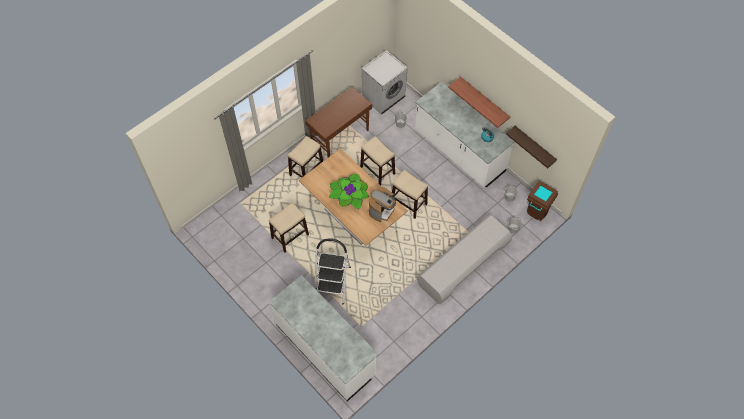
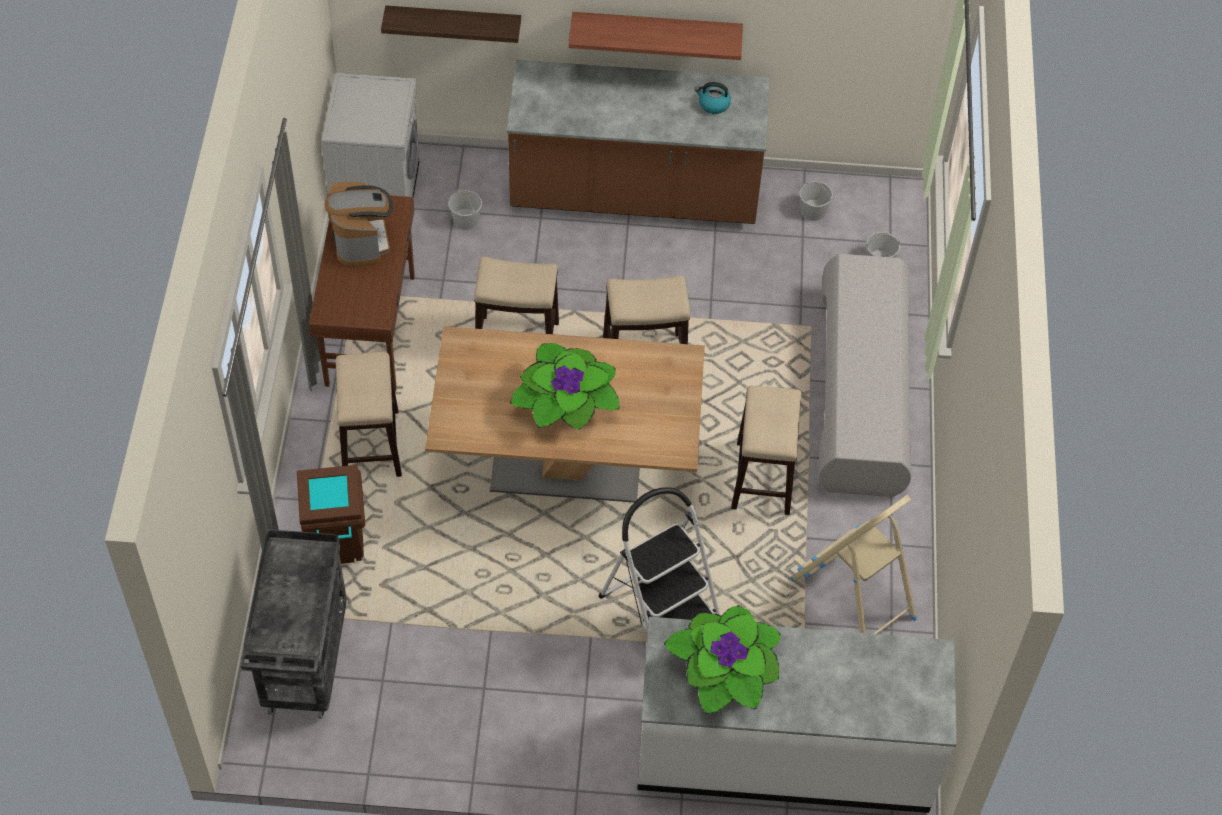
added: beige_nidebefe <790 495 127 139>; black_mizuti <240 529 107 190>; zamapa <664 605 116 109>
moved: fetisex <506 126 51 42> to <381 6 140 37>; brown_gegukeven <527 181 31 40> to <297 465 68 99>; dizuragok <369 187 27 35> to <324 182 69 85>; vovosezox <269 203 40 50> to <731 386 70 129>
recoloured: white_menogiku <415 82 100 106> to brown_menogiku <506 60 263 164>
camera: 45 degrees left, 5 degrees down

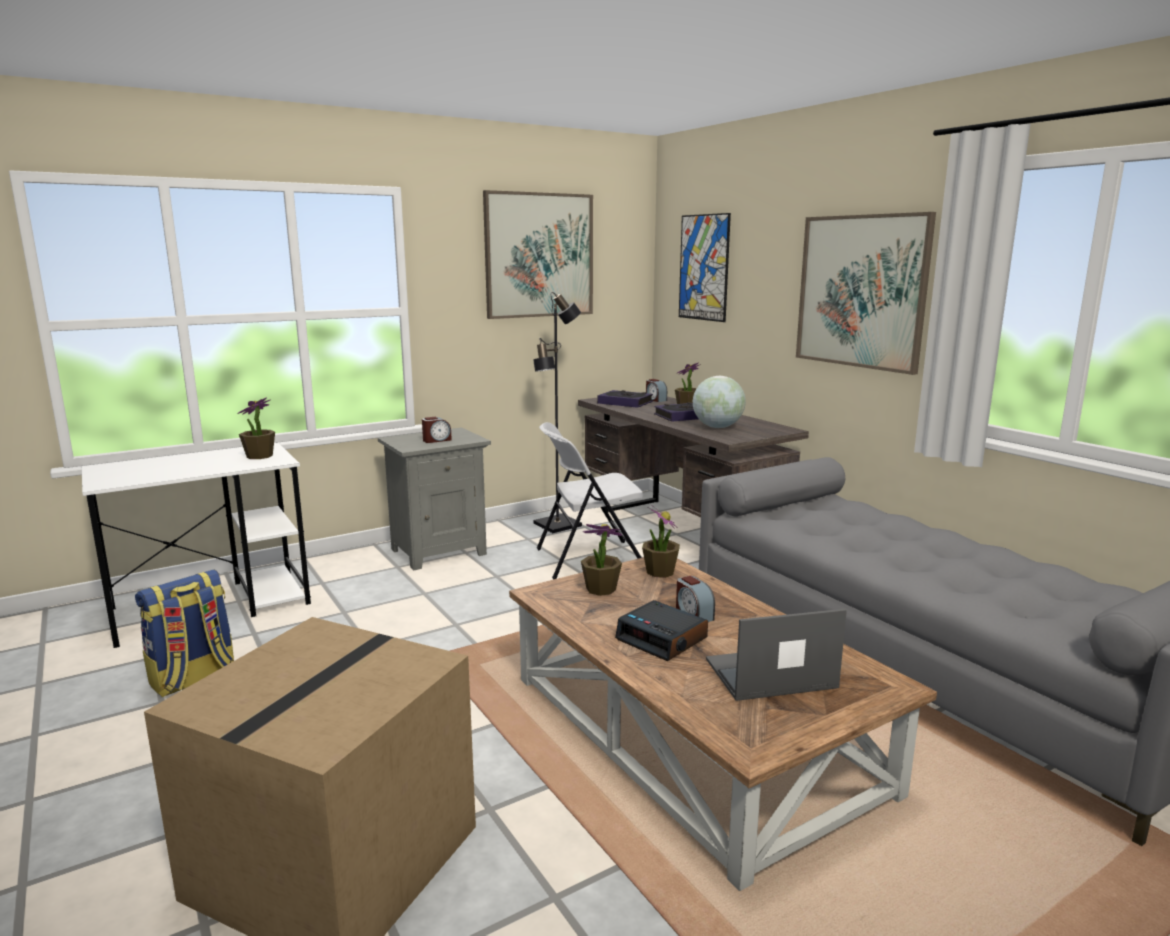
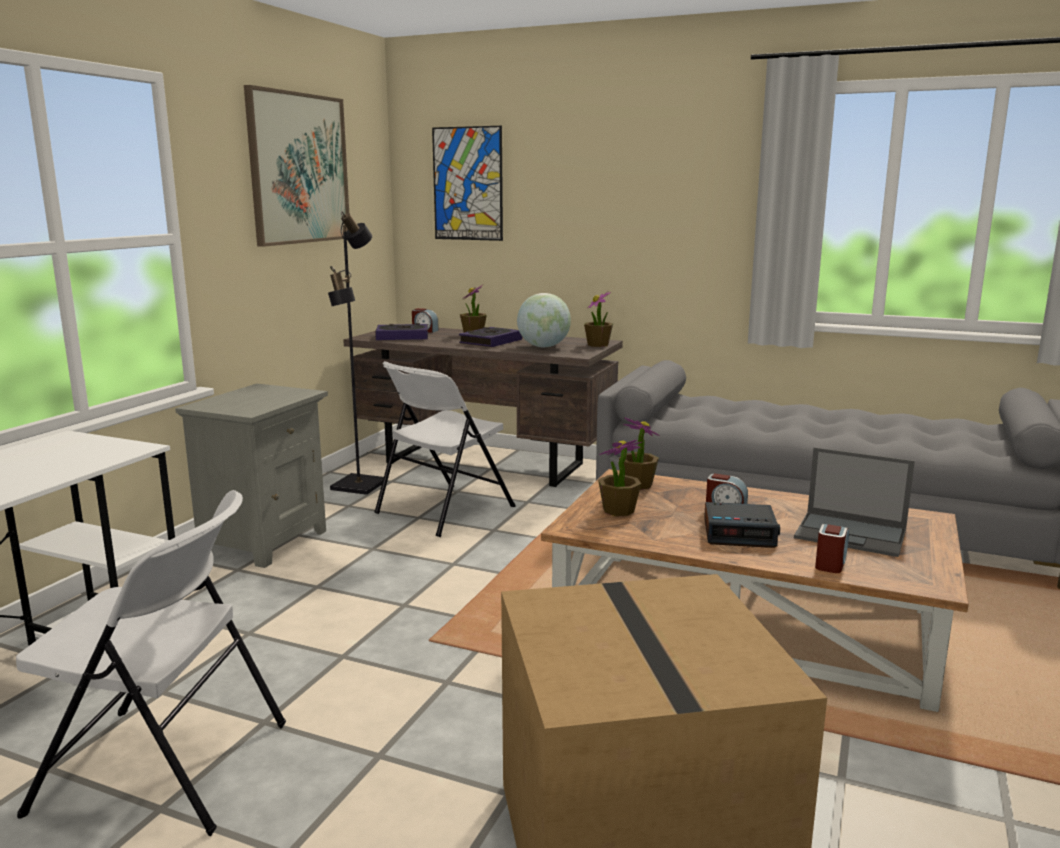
removed: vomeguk <796 212 140 163>
moved: zamapa <237 398 38 61> to <584 291 29 56>; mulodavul <422 417 30 26> to <815 524 34 49>
replaced: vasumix <135 569 99 129> to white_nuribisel <16 490 270 346>
turned: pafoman <706 609 141 92> = <794 447 121 110> 105 degrees counterclockwise
camera: 35 degrees left, 0 degrees up

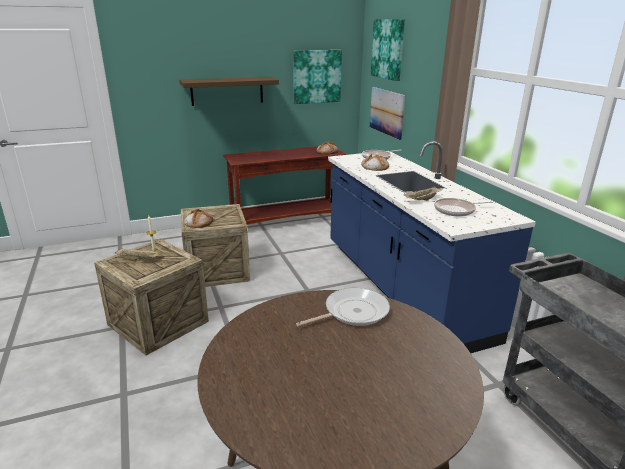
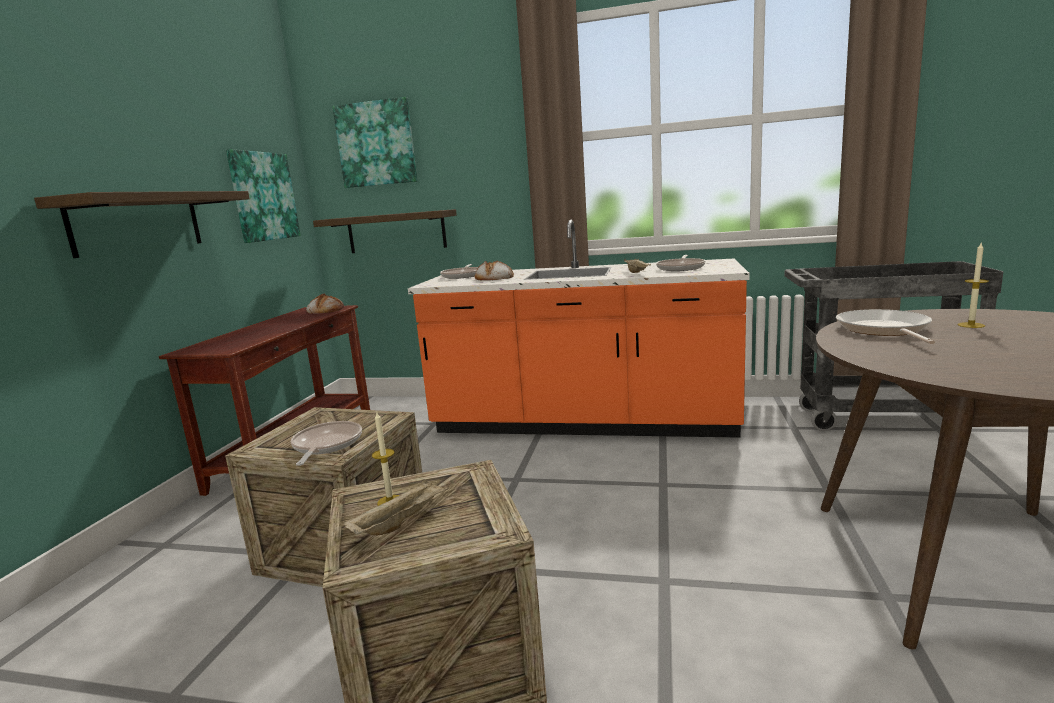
added: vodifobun <958 243 31 85>
replaced: vomeguk <370 87 35 53> to fetisex <313 209 144 44>; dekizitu <184 209 29 19> to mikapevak <291 421 71 45>
recoloured: blue_menogiku <328 141 208 212> to orange_menogiku <408 220 342 218>
camera: 55 degrees left, 10 degrees down

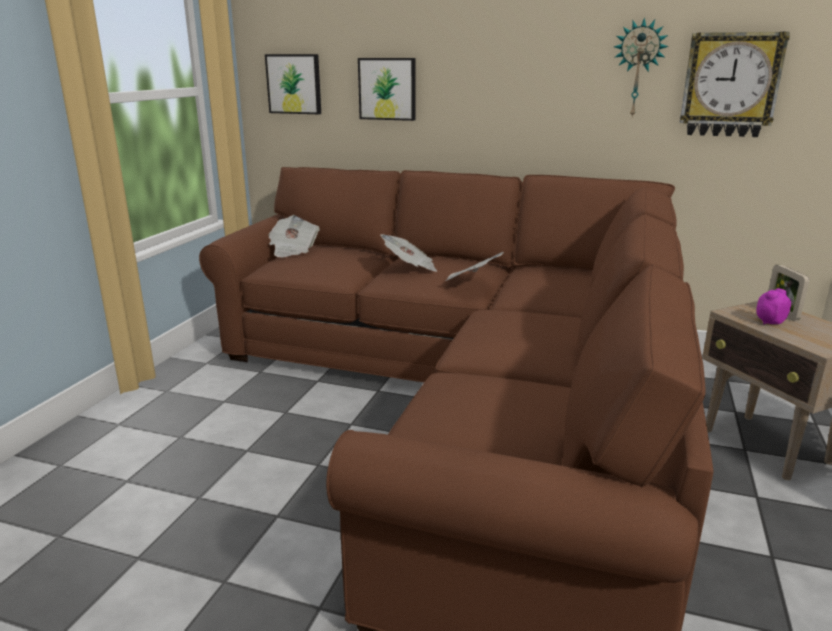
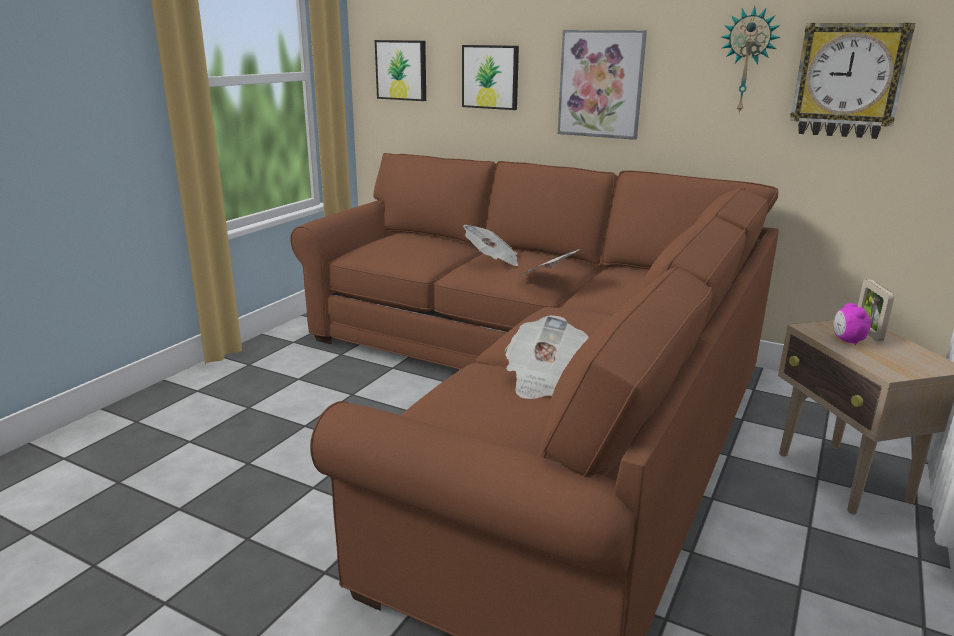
added: vomeguk <558 30 89 110>
moved: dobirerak <269 215 51 42> to <504 315 85 84>
turned: mulodavul <756 288 35 36> = <833 303 38 43> 75 degrees counterclockwise
camera: 10 degrees right, 0 degrees up

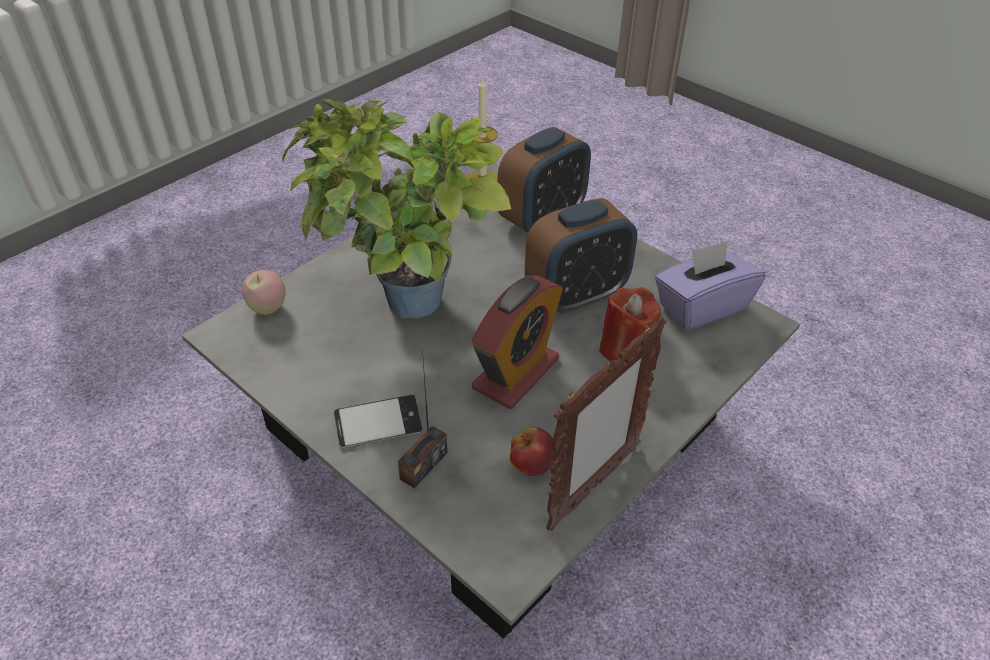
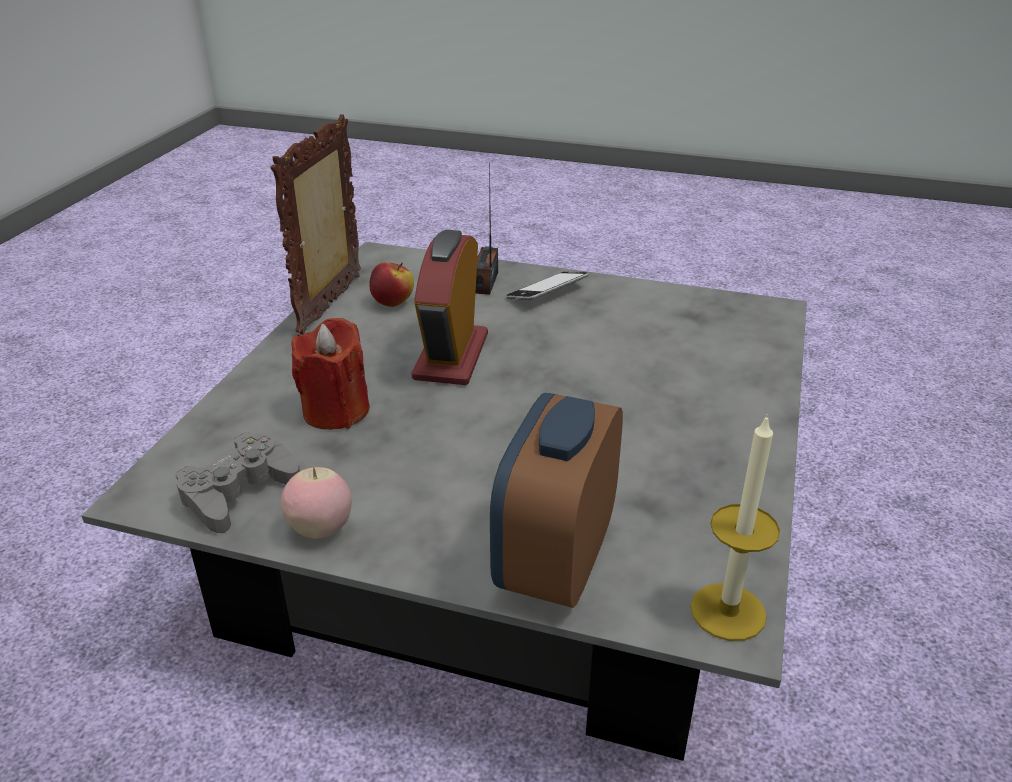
removed: zamapa <282 99 229 219>; mulodavul <525 198 112 116>
moved: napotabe <242 270 44 45> to <281 467 71 72>
replaced: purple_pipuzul <655 241 110 89> to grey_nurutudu <176 432 124 101>
camera: 155 degrees right, 10 degrees down

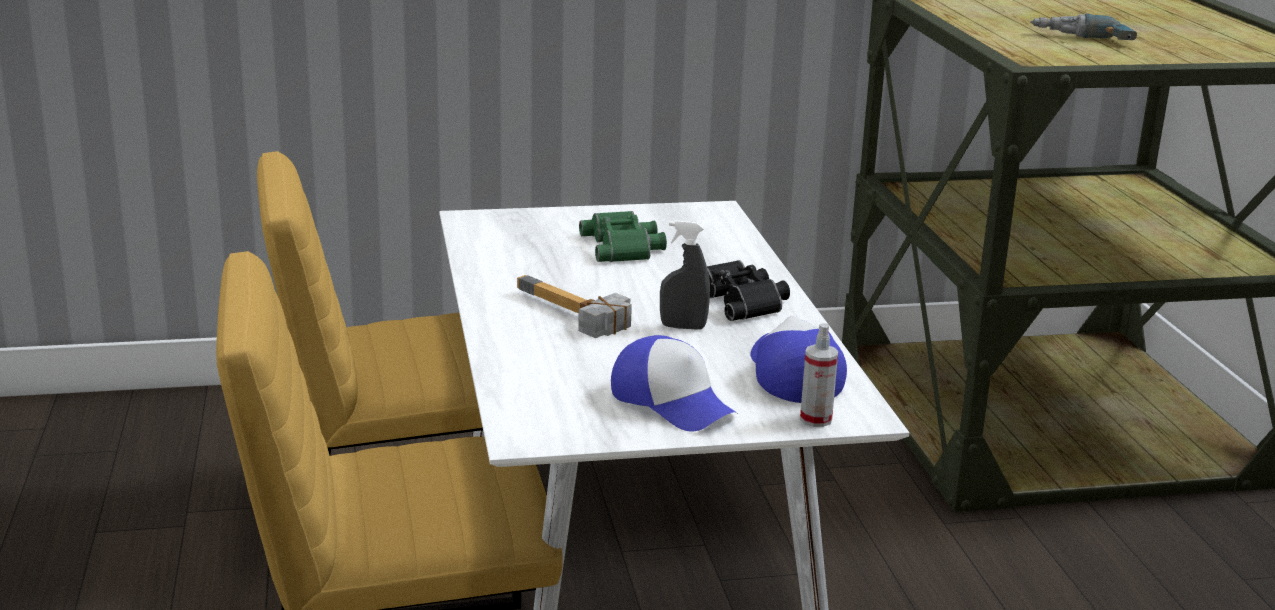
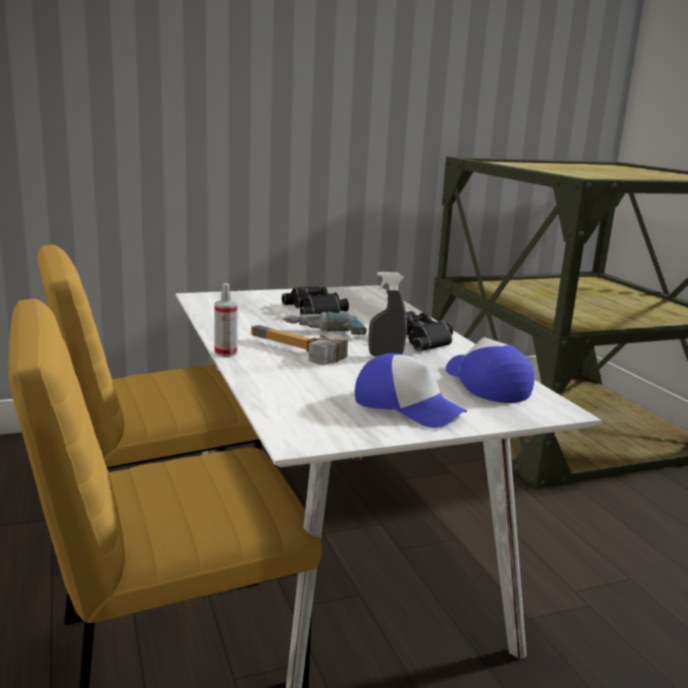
moved: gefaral <1030 14 107 26> to <283 312 84 23>; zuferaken <800 323 38 104> to <214 283 24 74>
recoloured: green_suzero <579 211 88 51> to black_suzero <282 286 67 32>
camera: 10 degrees left, 5 degrees down

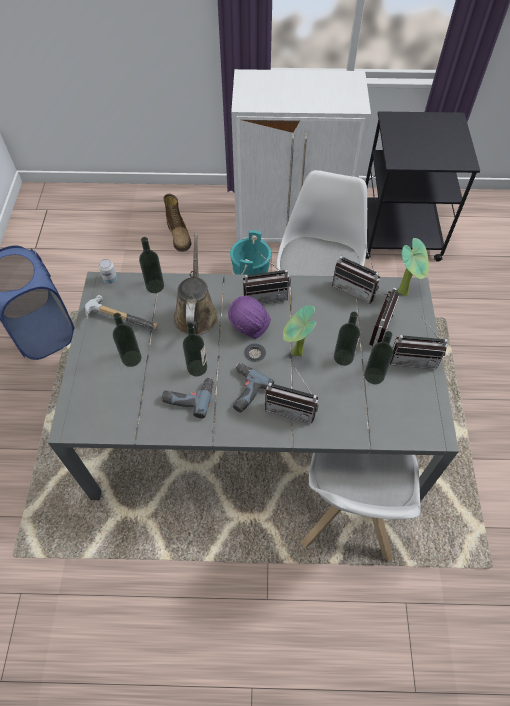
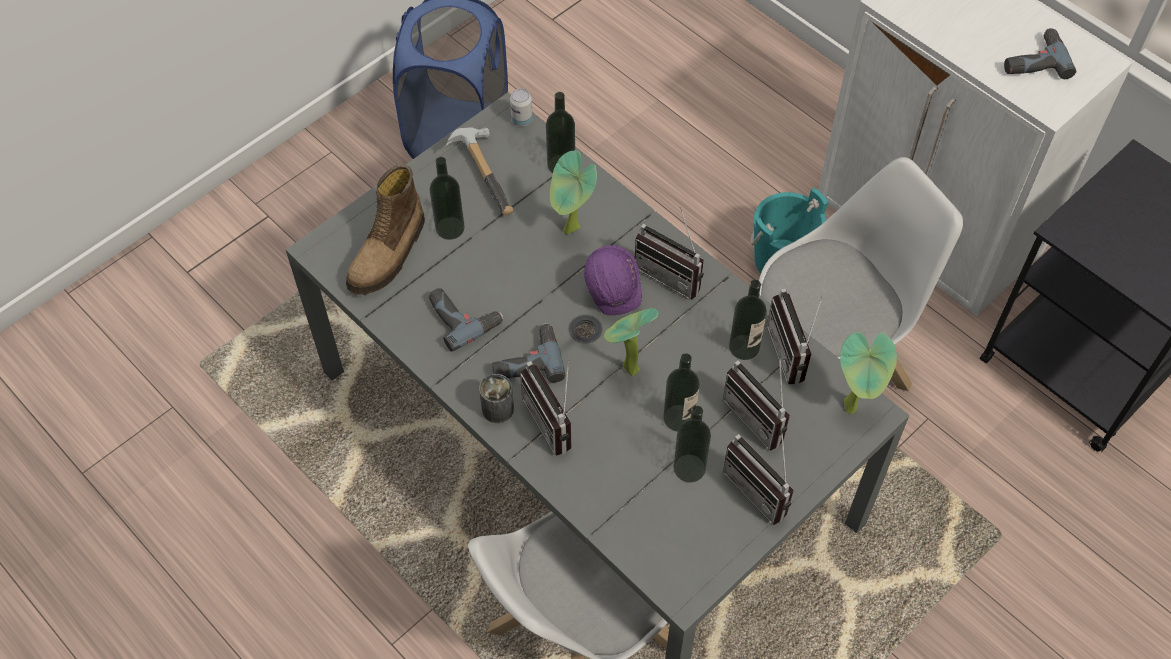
added: gefaral <1004 28 72 51>; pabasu <479 374 35 49>
moved: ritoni <164 194 27 58> to <346 164 79 131>; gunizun <183 323 24 54> to <729 280 38 80>
replaced: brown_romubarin <174 232 44 103> to zamapa <550 151 47 83>
turned: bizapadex <369 288 30 59> = <723 355 67 96> 75 degrees clockwise
camera: 45 degrees right, 0 degrees up

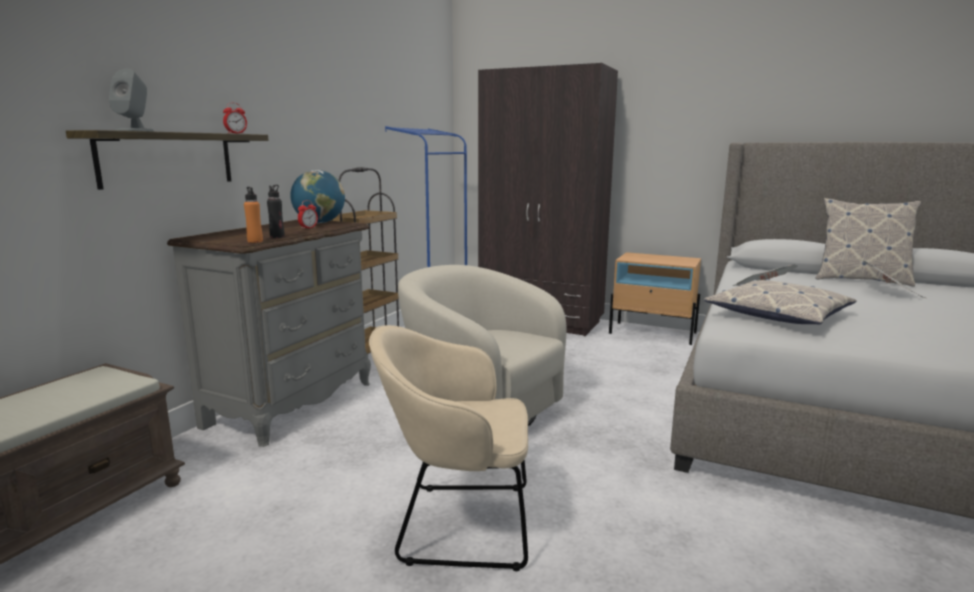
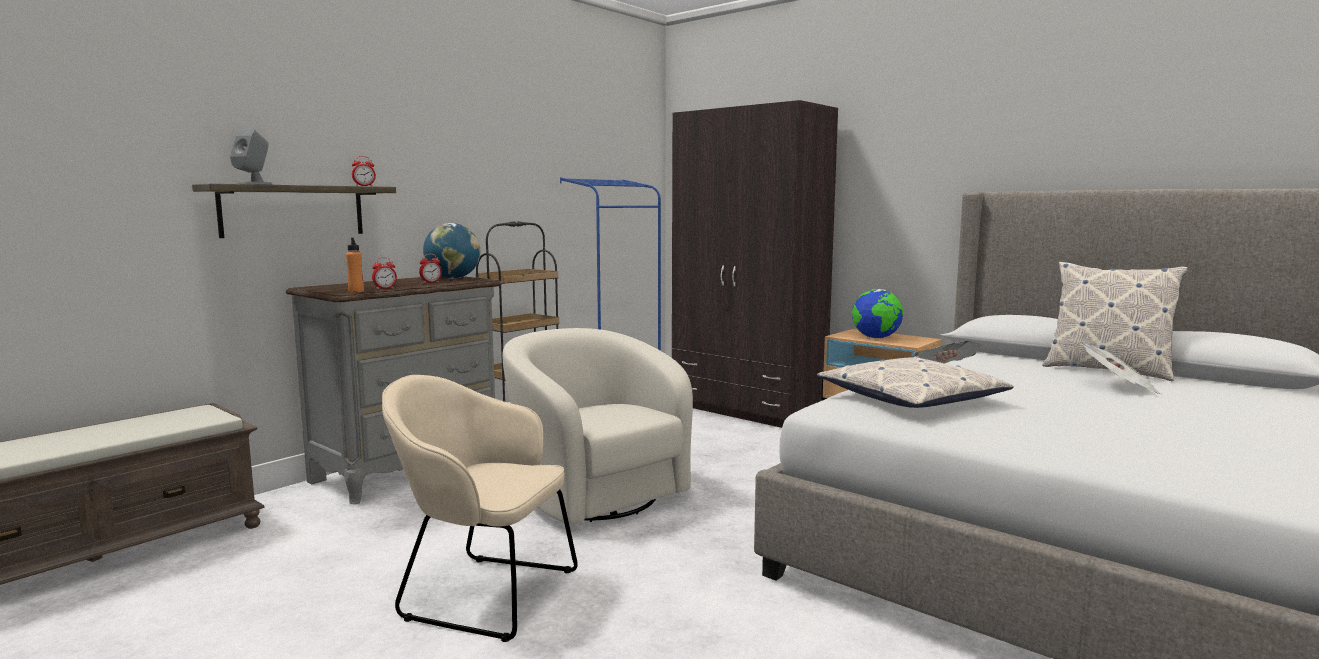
added: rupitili <852 289 51 50>
replaced: black_gunizun <267 185 18 53> to mulodavul <372 257 25 32>
camera: 15 degrees right, 5 degrees down

